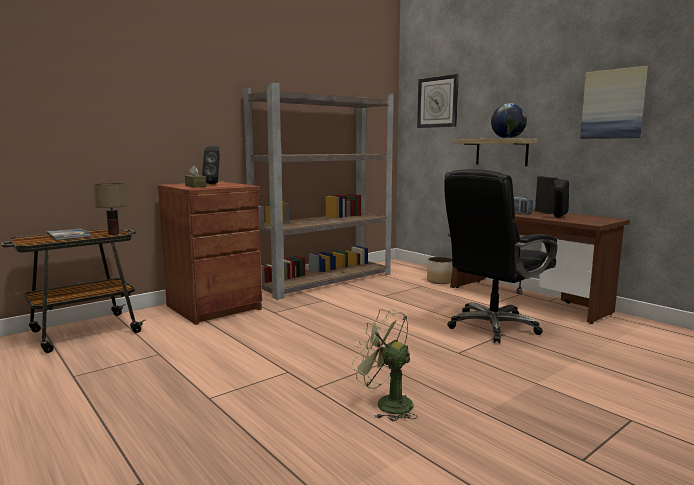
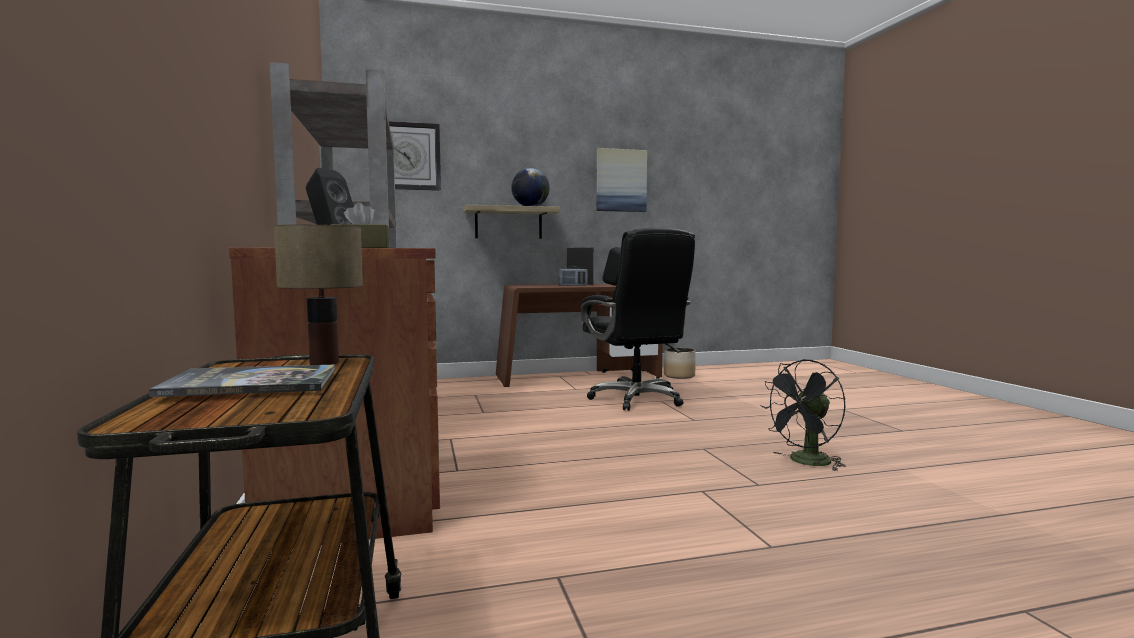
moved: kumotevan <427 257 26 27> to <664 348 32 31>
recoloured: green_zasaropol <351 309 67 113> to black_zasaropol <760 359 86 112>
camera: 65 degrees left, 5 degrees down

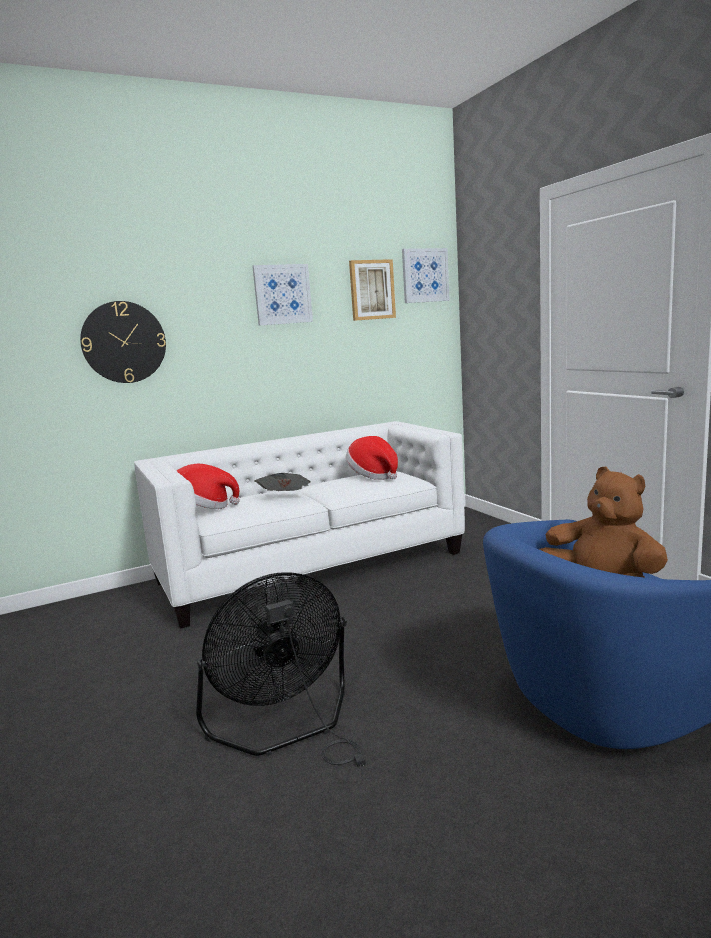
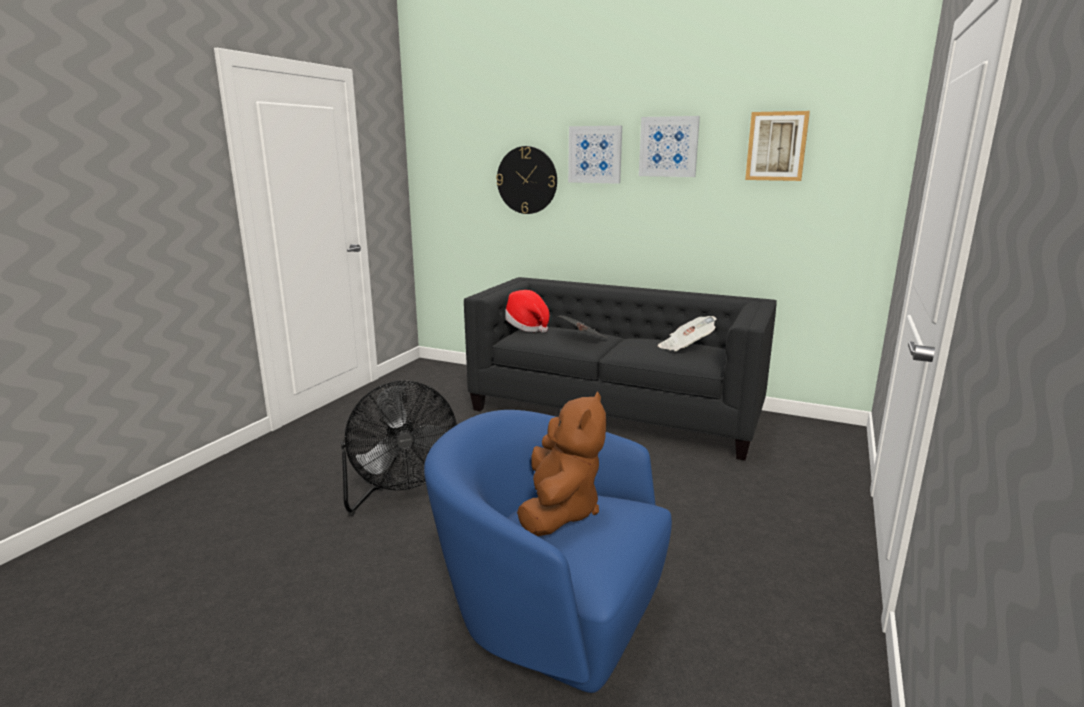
moved: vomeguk <402 248 48 55> to <568 126 54 58>
replaced: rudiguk <346 436 52 44> to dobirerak <658 316 59 35>
recoloured: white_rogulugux <134 421 331 208> to black_rogulugux <464 277 313 184>
turned: black_zasaropol <196 572 169 195> = <341 381 117 135> 135 degrees clockwise
camera: 50 degrees right, 5 degrees up

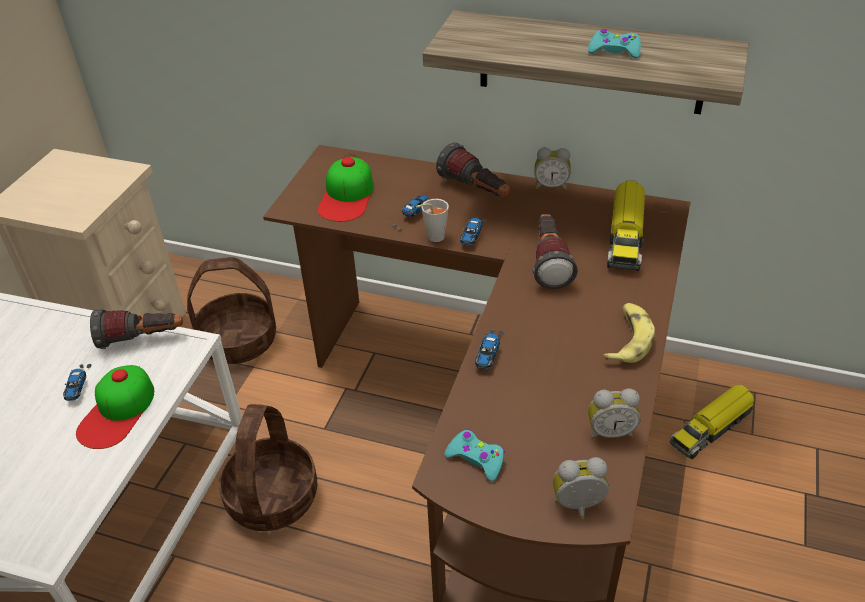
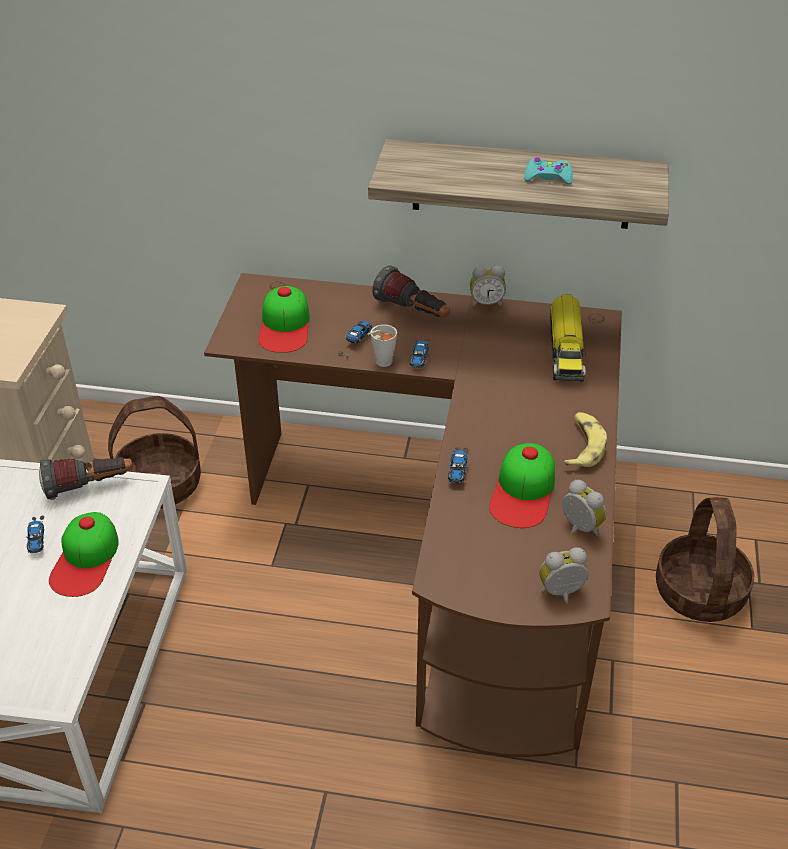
removed: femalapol <533 214 45 75>; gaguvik <670 385 84 74>; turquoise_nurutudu <445 430 60 51>
added: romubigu <489 443 66 85>
moved: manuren <218 404 100 127> to <656 497 99 125>
turned: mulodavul <588 389 53 50> = <562 480 44 56> 120 degrees counterclockwise
camera: 10 degrees left, 0 degrees up

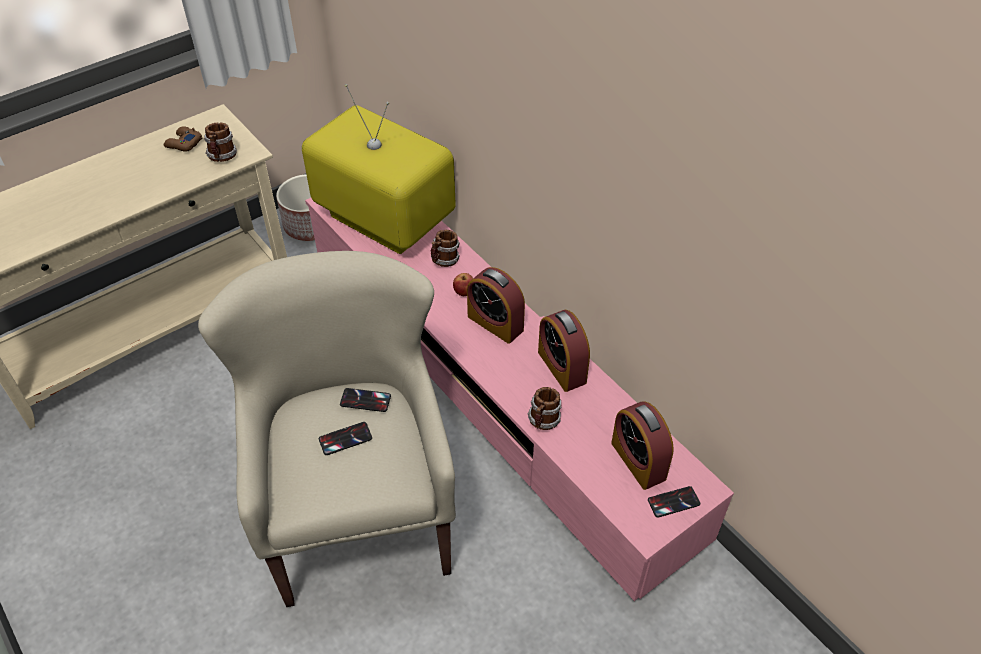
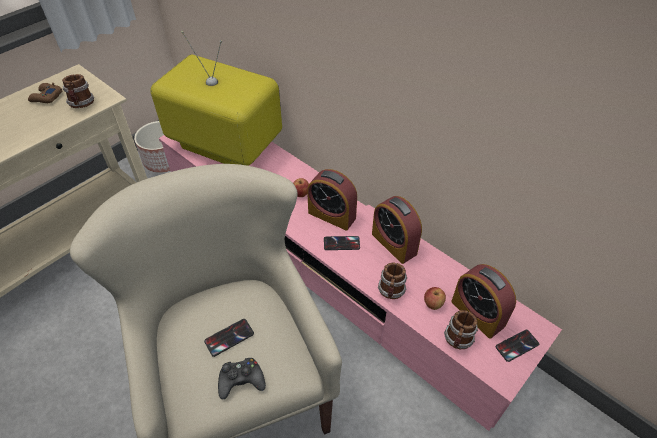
added: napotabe <424 287 22 23>; black_nurutudu <218 358 48 41>
moved: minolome <431 230 29 37> to <444 310 34 39>; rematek <340 388 51 24> to <324 236 36 14>
camera: 10 degrees left, 0 degrees up

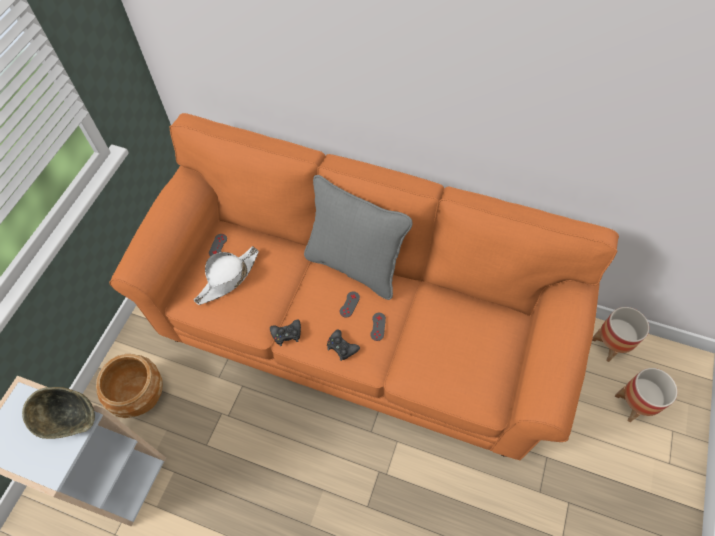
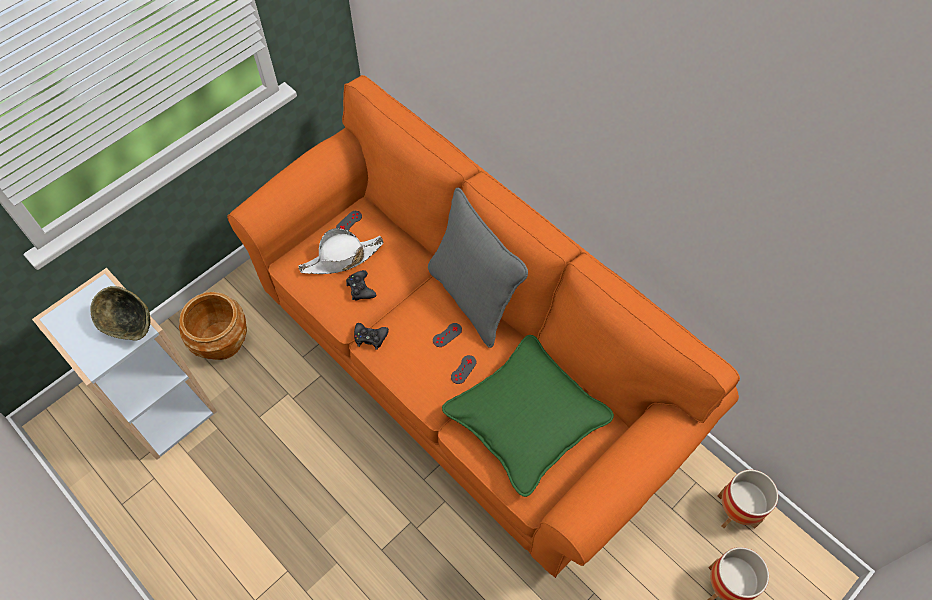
added: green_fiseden <442 335 172 162>
moved: black_nurutudu <327 329 33 32> to <346 270 30 30>
camera: 25 degrees right, 0 degrees up

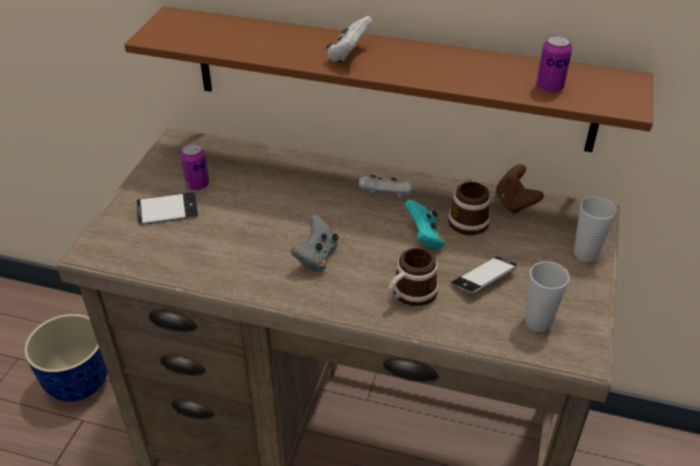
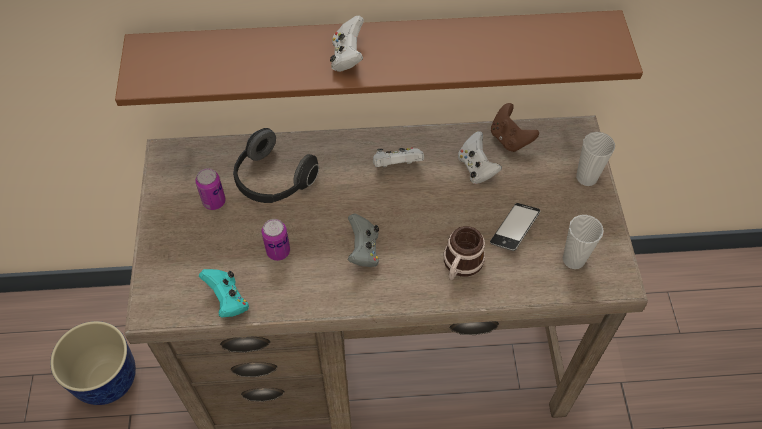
removed: rematek <137 192 61 33>
added: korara <233 128 86 75>
moved: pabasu <536 35 36 58> to <262 219 28 42>; turquoise_nurutudu <405 199 40 51> to <199 269 50 48>
replaced: minolome <448 178 43 57> to white_nurutudu <458 131 44 53>
camera: 20 degrees left, 15 degrees up

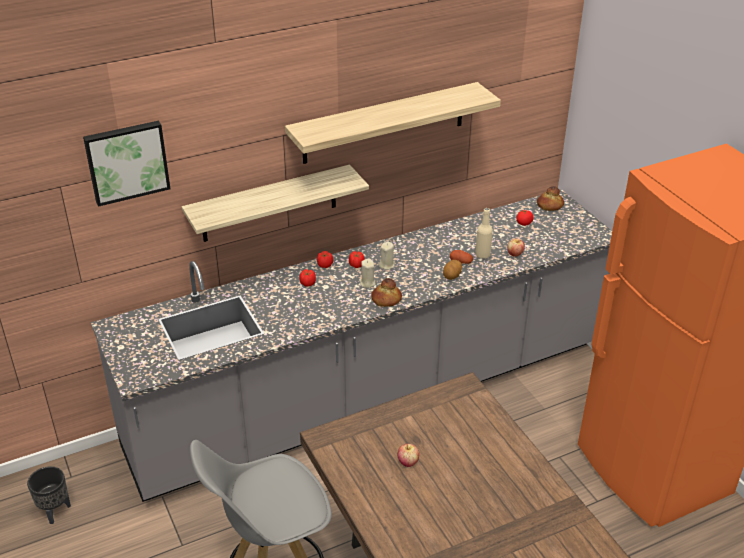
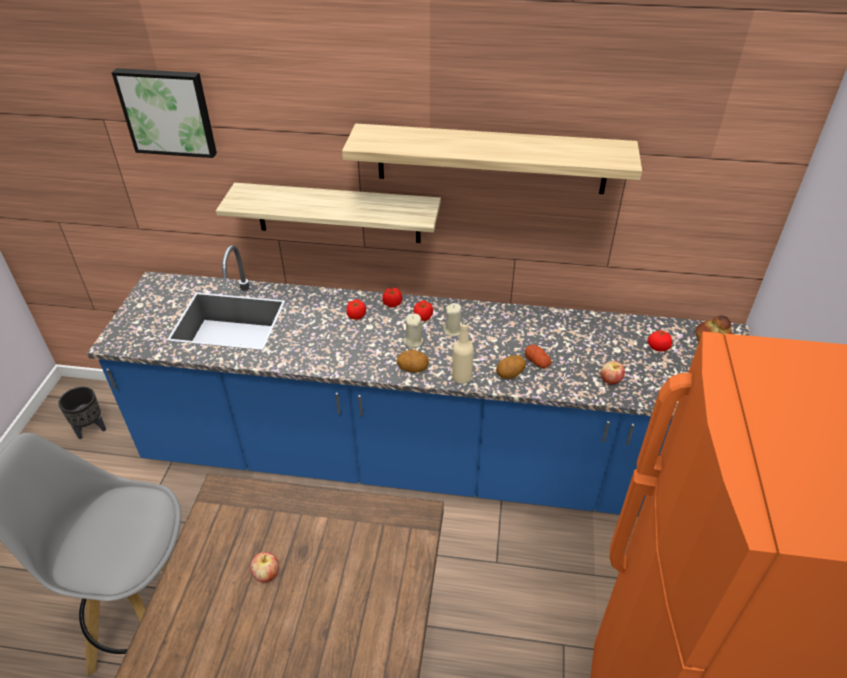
moved: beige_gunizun <475 208 18 51> to <452 321 22 63>
replaced: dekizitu <371 278 31 29> to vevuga <397 350 32 23>
recoloured: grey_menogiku <91 189 521 313> to blue_menogiku <87 245 664 271>
camera: 35 degrees right, 5 degrees up

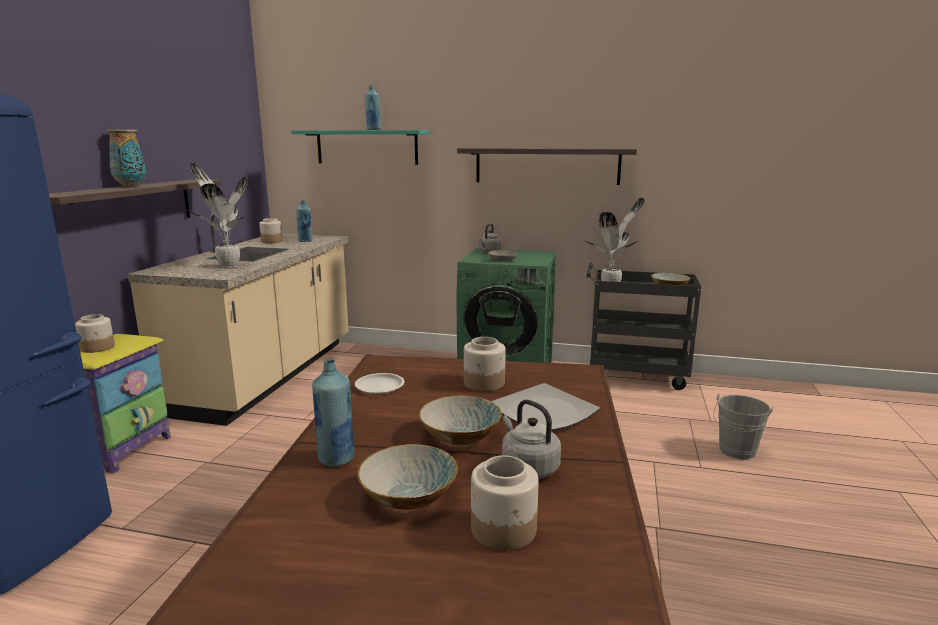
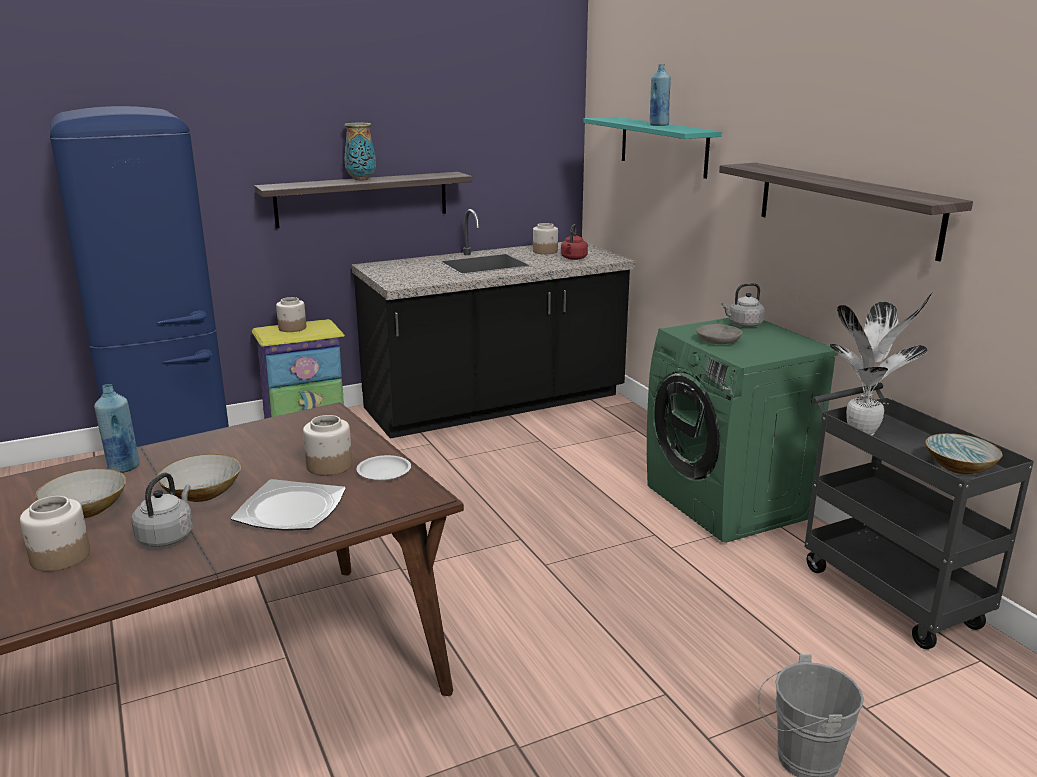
removed: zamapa <185 163 63 105>
moved: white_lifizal <355 373 50 21> to <357 455 54 26>
replaced: blue_gunizun <296 200 16 42> to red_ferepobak <561 224 27 36>
recoloured: beige_menogiku <127 213 222 213> to black_menogiku <352 209 283 230>
camera: 50 degrees right, 5 degrees up

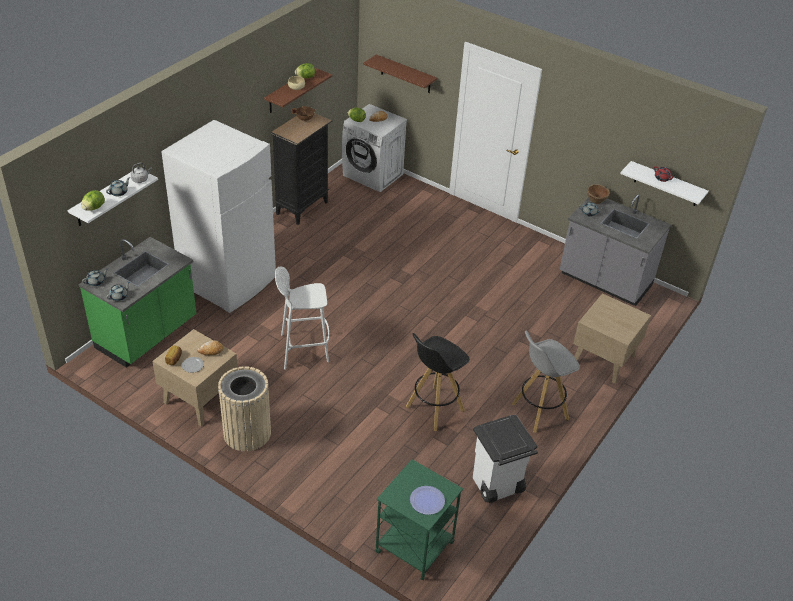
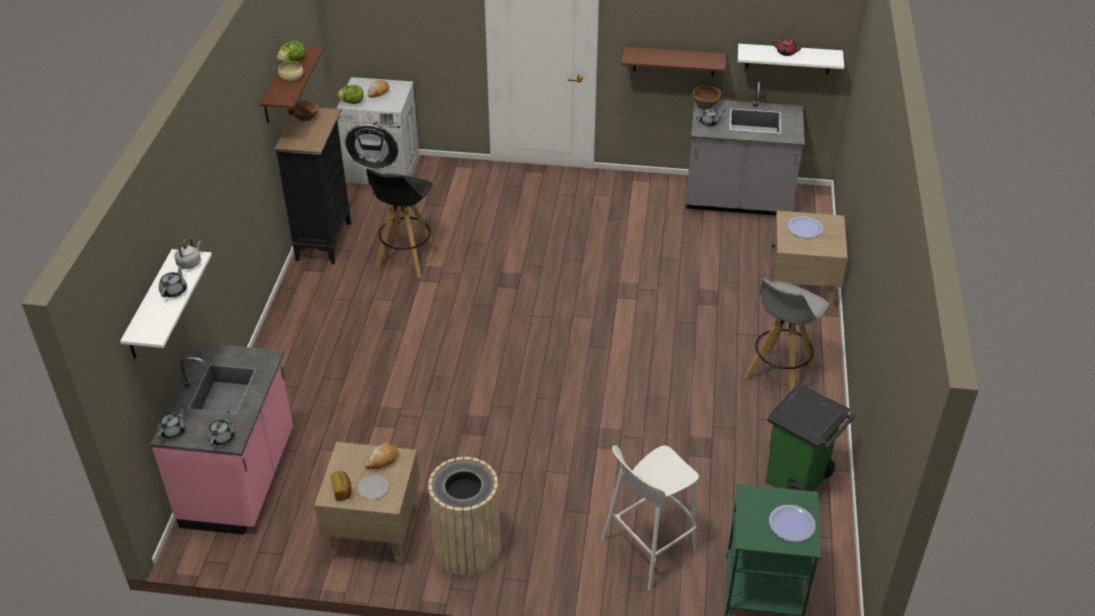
removed: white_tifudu <162 120 114 193>; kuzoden <81 190 24 21>
added: lifizal <787 216 36 22>
moved: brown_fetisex <363 54 74 39> to <622 47 104 30>; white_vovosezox <275 266 54 104> to <601 445 98 145>; black_vovosezox <406 333 64 98> to <366 168 73 111>
recoloured: green_menogiku <79 237 118 131> to pink_menogiku <150 343 143 192>; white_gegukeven <472 415 66 88> to green_gegukeven <766 383 89 108>
camera: 25 degrees left, 0 degrees up

